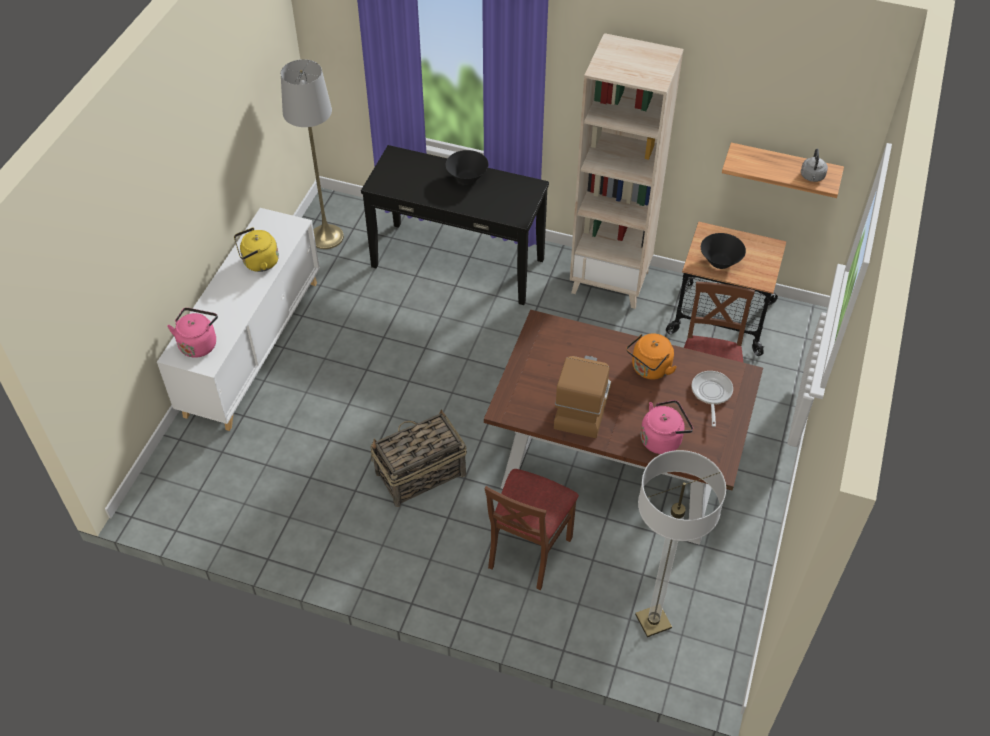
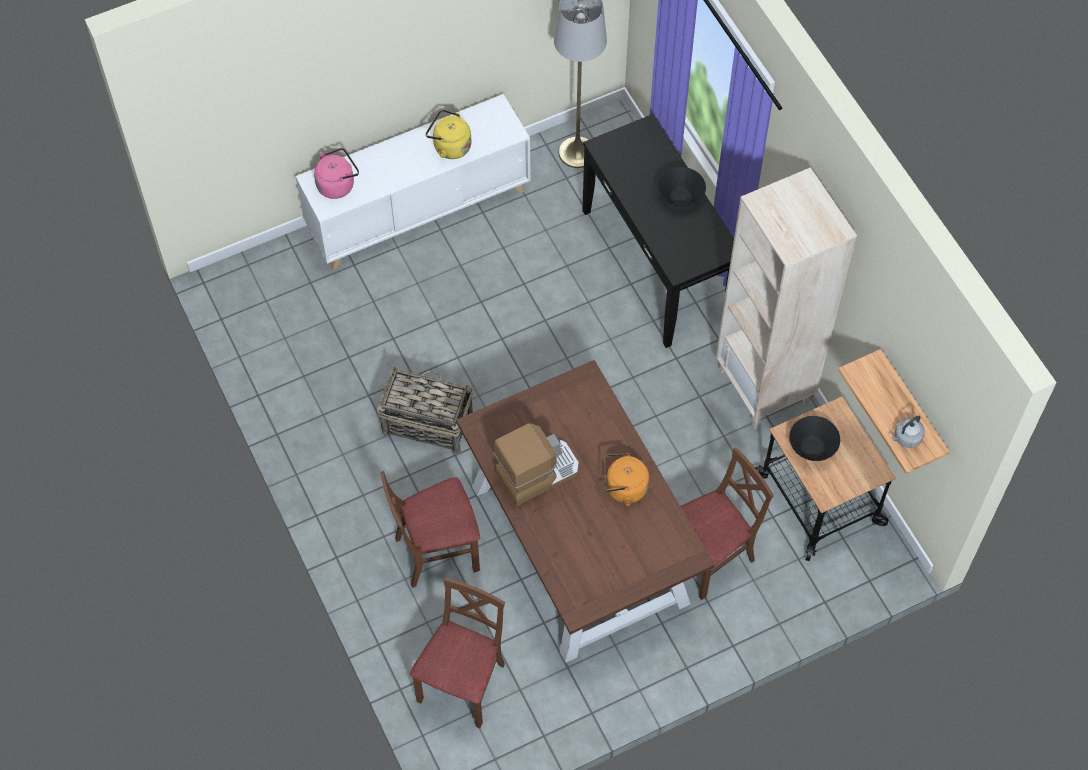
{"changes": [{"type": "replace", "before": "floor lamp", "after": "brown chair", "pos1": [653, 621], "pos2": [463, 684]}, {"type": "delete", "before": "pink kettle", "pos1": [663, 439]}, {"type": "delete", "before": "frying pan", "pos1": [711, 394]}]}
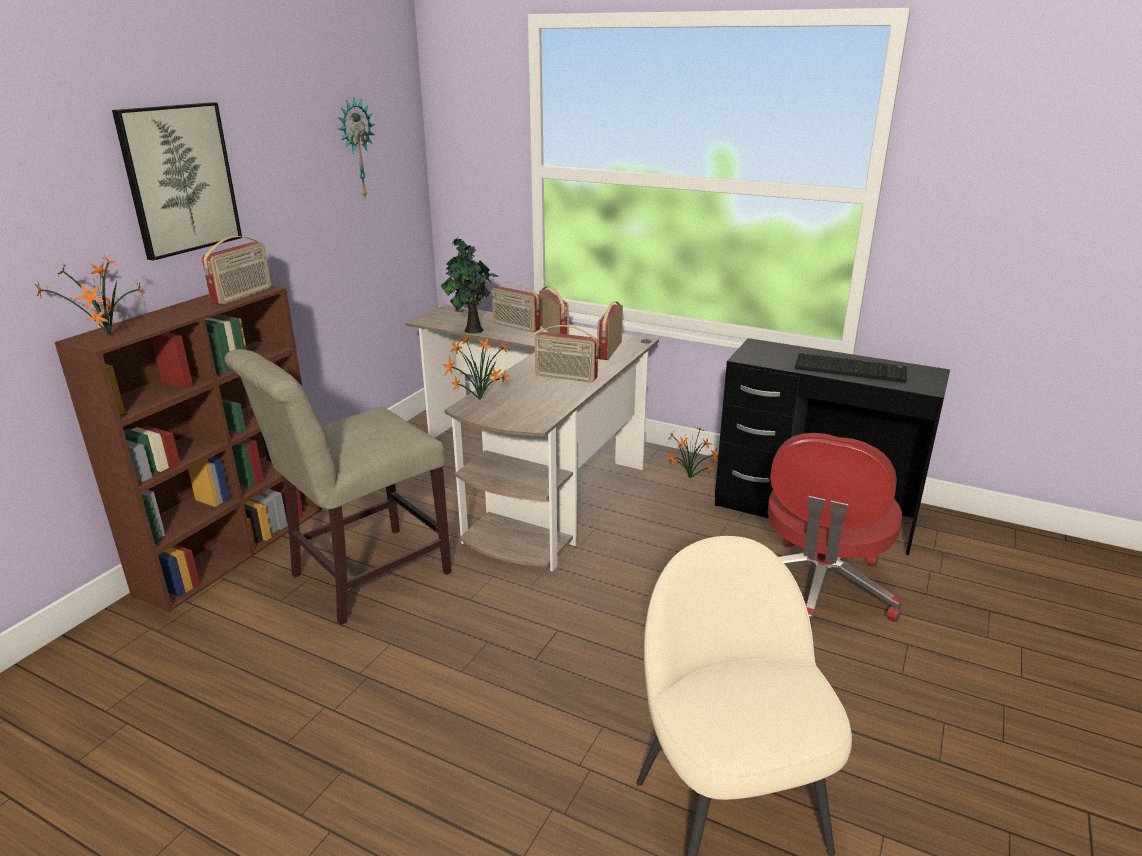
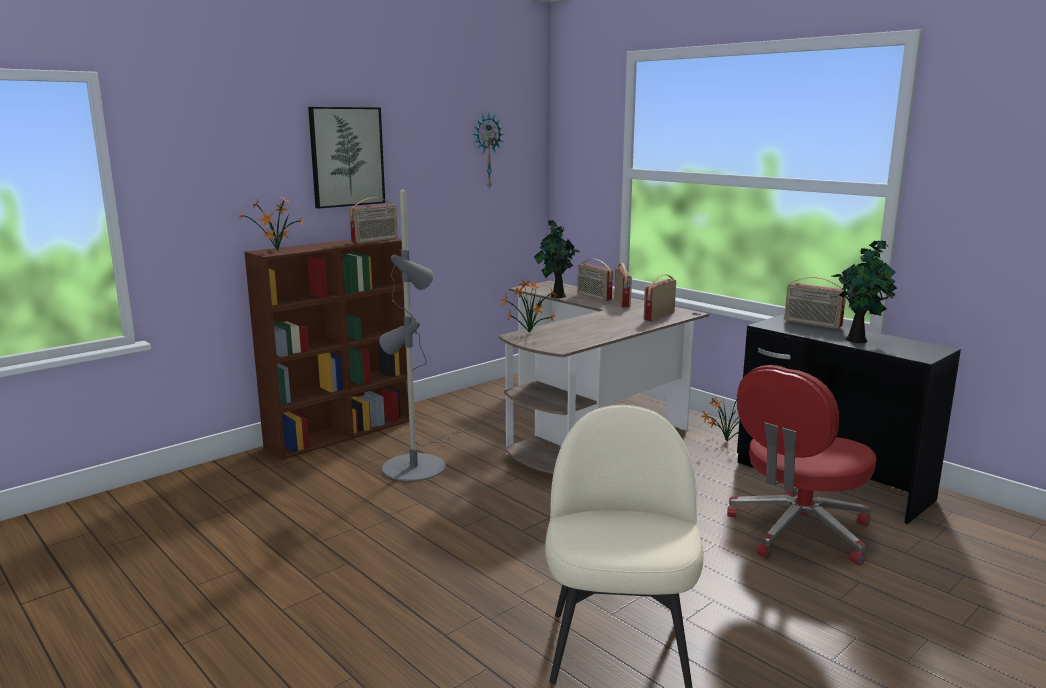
{"changes": [{"type": "replace", "before": "beige chair", "after": "grey floor lamp", "pos1": [362, 576], "pos2": [421, 462]}, {"type": "move", "before": "radio", "pos1": [565, 377], "pos2": [812, 324]}, {"type": "replace", "before": "keyboard", "after": "potted plant", "pos1": [851, 369], "pos2": [858, 340]}]}
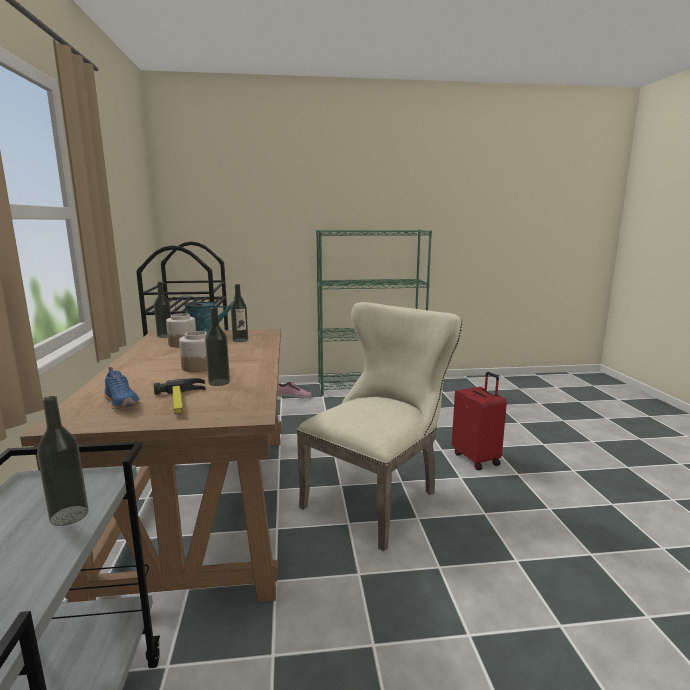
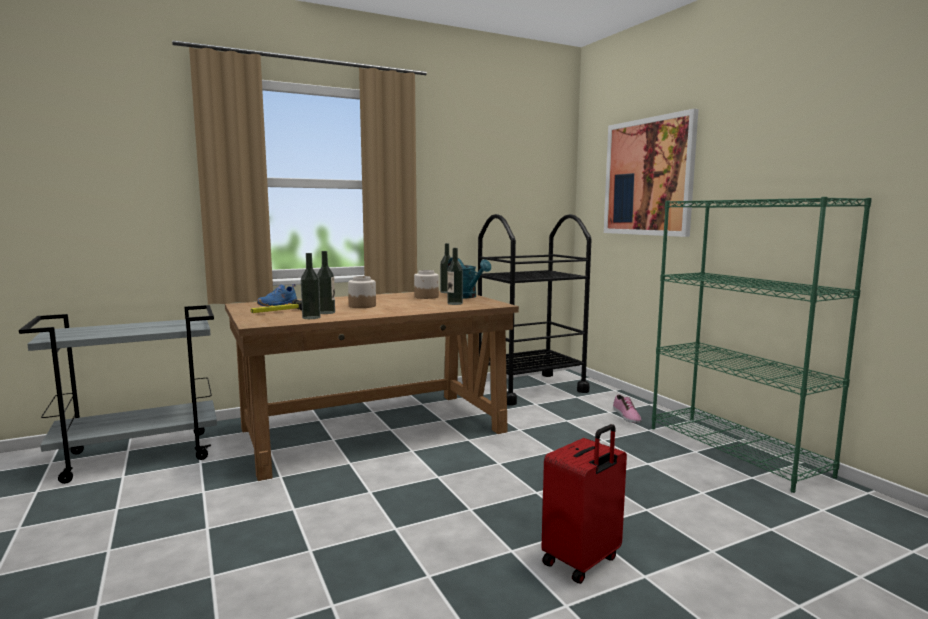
{"changes": [{"type": "move", "before": "bottle", "pos1": [69, 515], "pos2": [311, 317]}, {"type": "delete", "before": "beige chair", "pos1": [378, 497]}, {"type": "insert", "after": "picture", "pos2": [648, 177]}]}
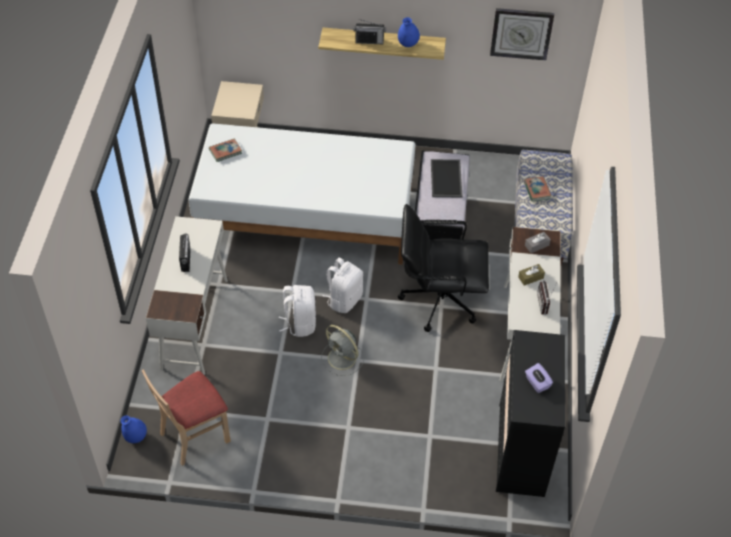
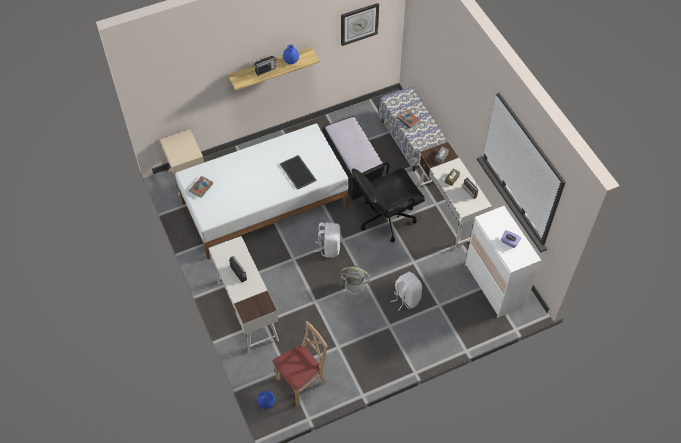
{"changes": [{"type": "rotate", "before": "beige chair", "pos1": [194, 435], "pos2": [302, 382], "turn": -150}, {"type": "move", "before": "white backpack", "pos1": [300, 323], "pos2": [406, 298]}, {"type": "move", "before": "tray", "pos1": [447, 179], "pos2": [298, 172]}, {"type": "recolor", "before": "black dresser", "after": "white dresser", "pos1": [521, 450], "pos2": [494, 285]}]}
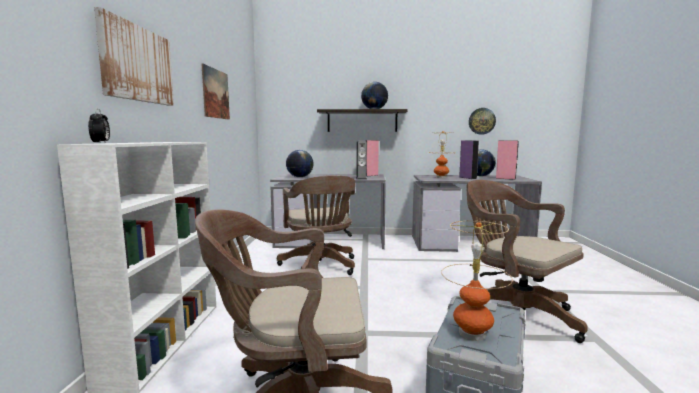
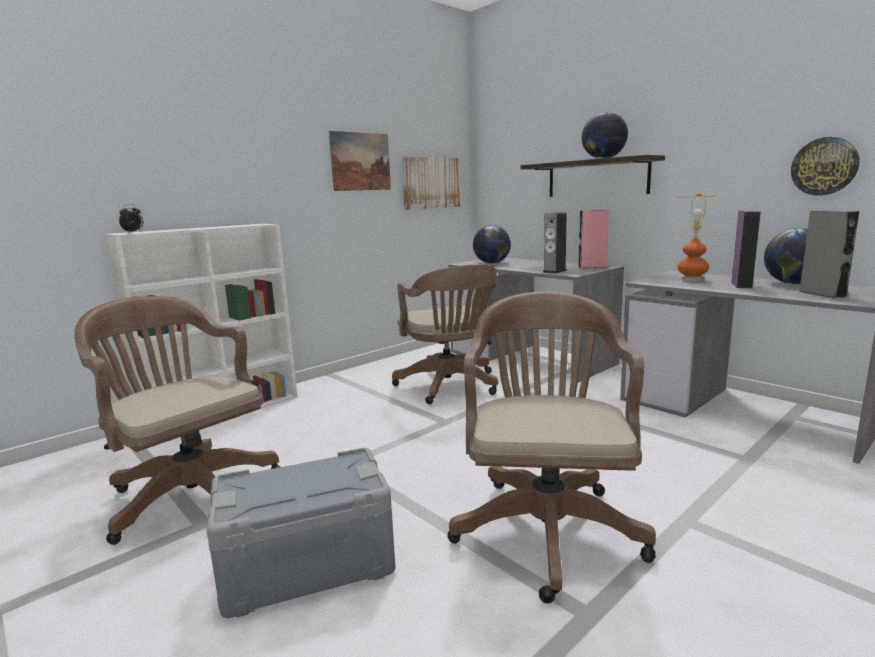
{"changes": [{"type": "move", "before": "picture", "pos1": [137, 64], "pos2": [431, 183]}, {"type": "rotate", "before": "brown office chair", "pos1": [320, 267], "pos2": [450, 386], "turn": -45}, {"type": "delete", "before": "table lamp", "pos1": [471, 333]}, {"type": "recolor", "before": "pink speaker", "after": "grey speaker", "pos1": [505, 178], "pos2": [822, 294]}]}
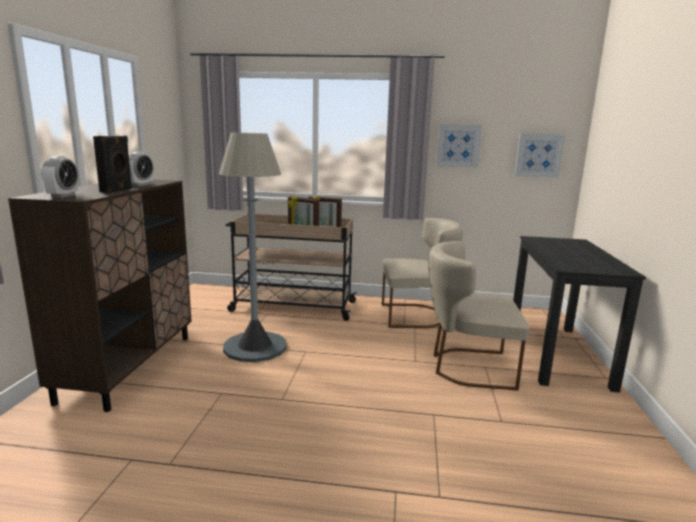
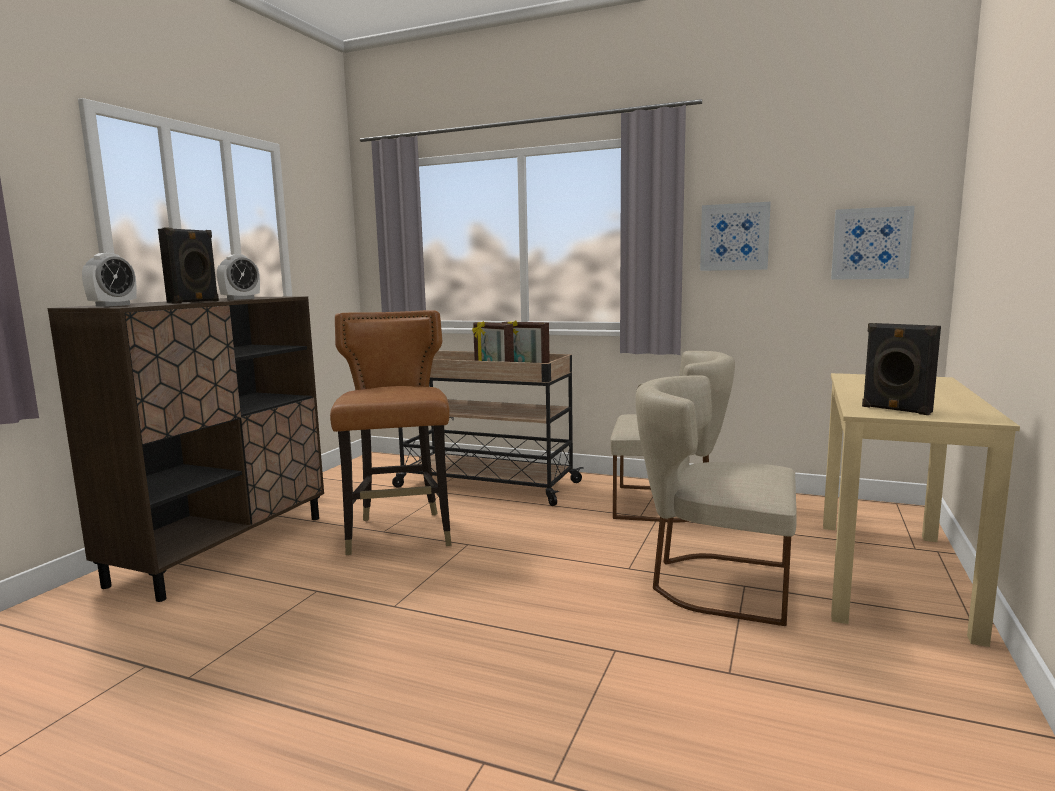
{"changes": [{"type": "replace", "before": "grey floor lamp", "after": "brown chair", "pos1": [255, 347], "pos2": [400, 534]}, {"type": "recolor", "before": "black desk", "after": "beige desk", "pos1": [557, 354], "pos2": [890, 574]}, {"type": "insert", "after": "black speaker", "pos2": [895, 410]}]}
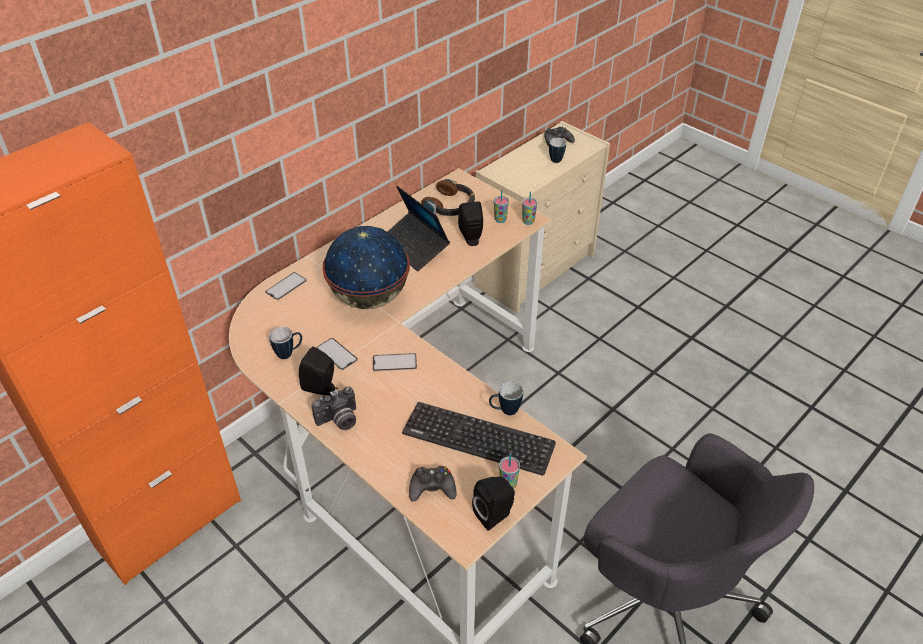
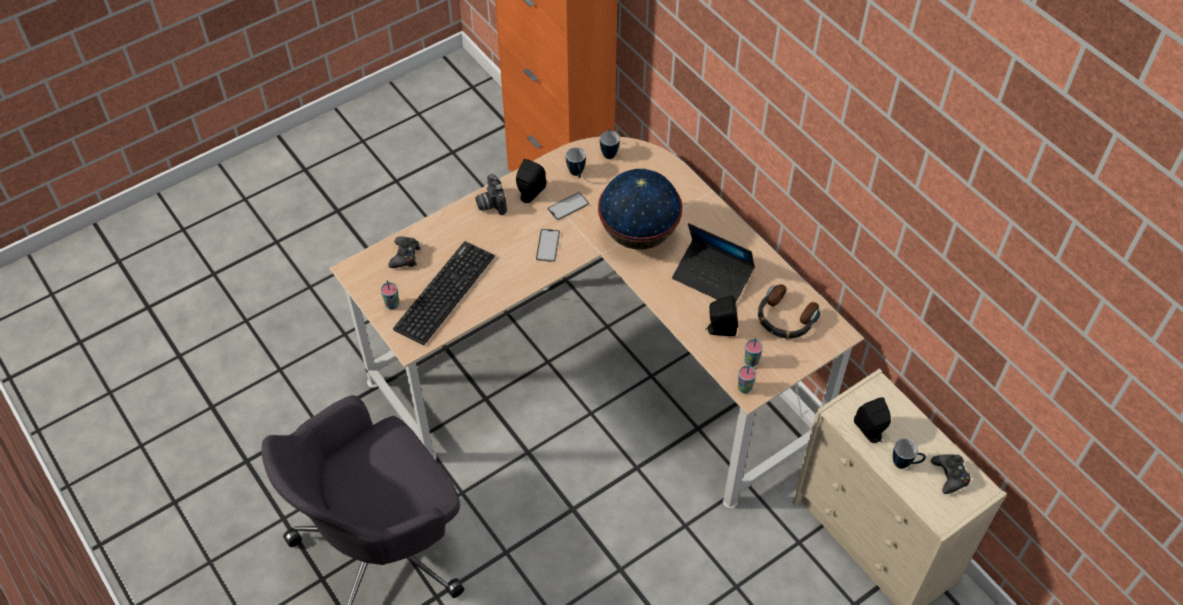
{"changes": [{"type": "delete", "before": "phone", "pos1": [286, 286]}, {"type": "rotate", "before": "laptop", "pos1": [414, 247], "pos2": [712, 277], "turn": -120}, {"type": "move", "before": "black speaker", "pos1": [495, 515], "pos2": [870, 432]}, {"type": "move", "before": "mug", "pos1": [505, 411], "pos2": [609, 152]}]}
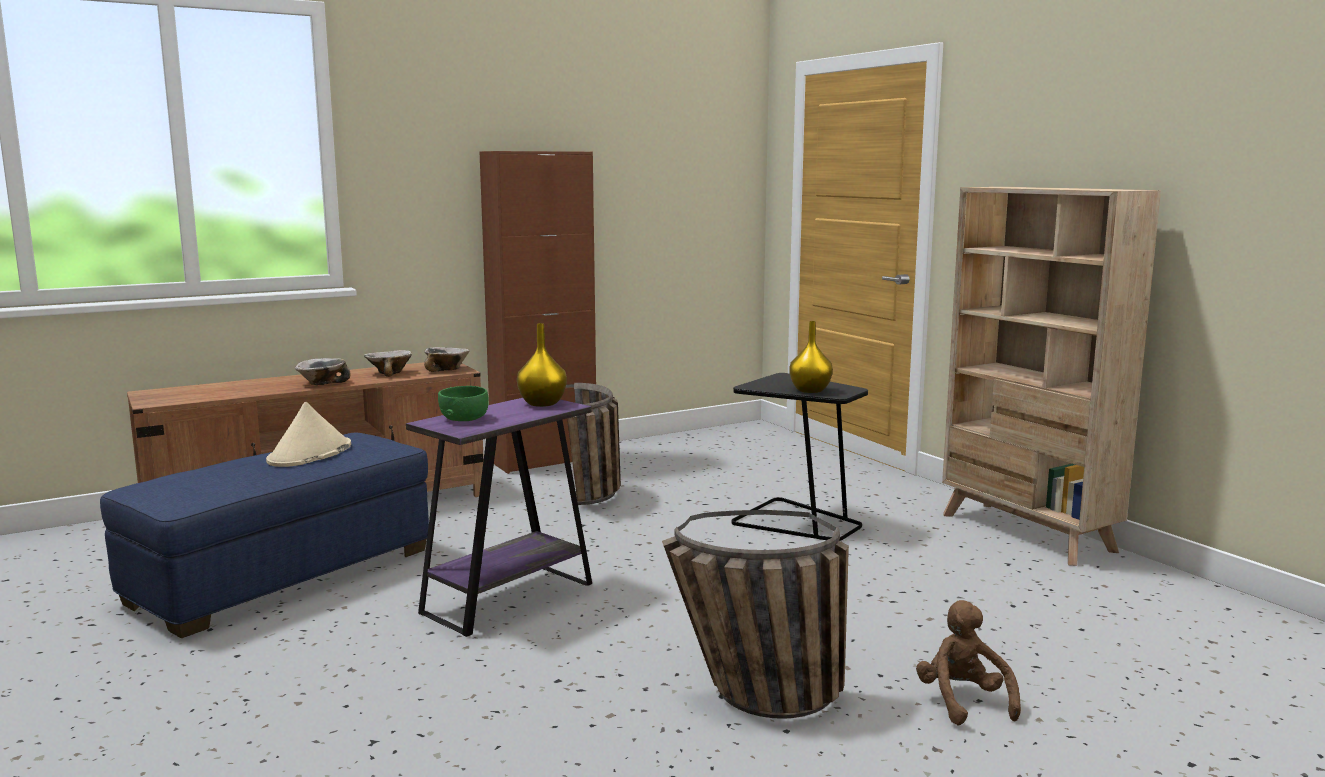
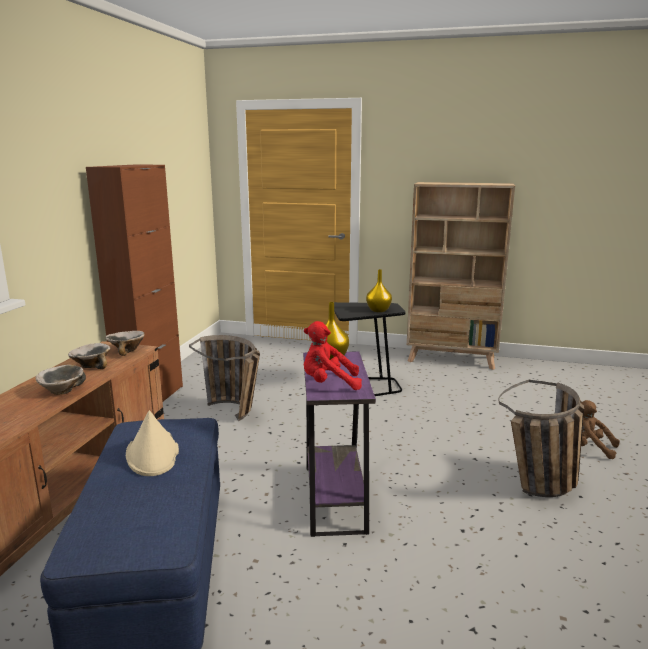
{"changes": [{"type": "replace", "before": "green bowl", "after": "red plush toy", "pos1": [464, 418], "pos2": [329, 384]}]}
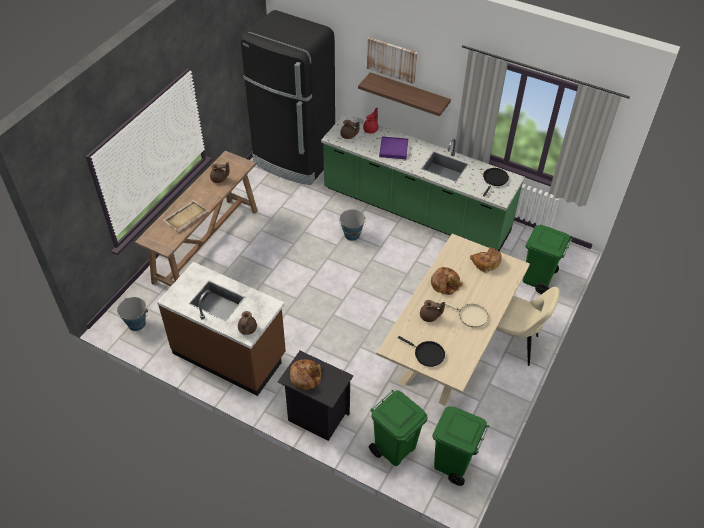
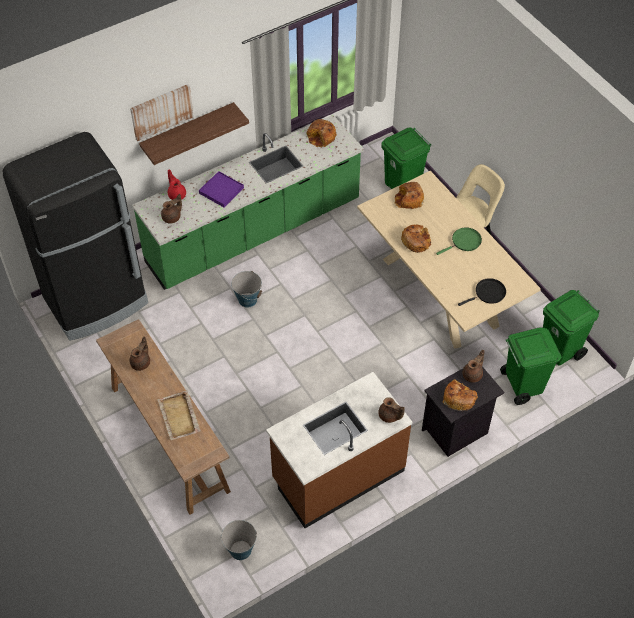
{"changes": [{"type": "move", "before": "brown teapot", "pos1": [429, 316], "pos2": [473, 374]}, {"type": "recolor", "before": "beige frying pan", "after": "green frying pan", "pos1": [470, 316], "pos2": [464, 242]}, {"type": "replace", "before": "black frying pan", "after": "bread", "pos1": [494, 179], "pos2": [321, 137]}]}
